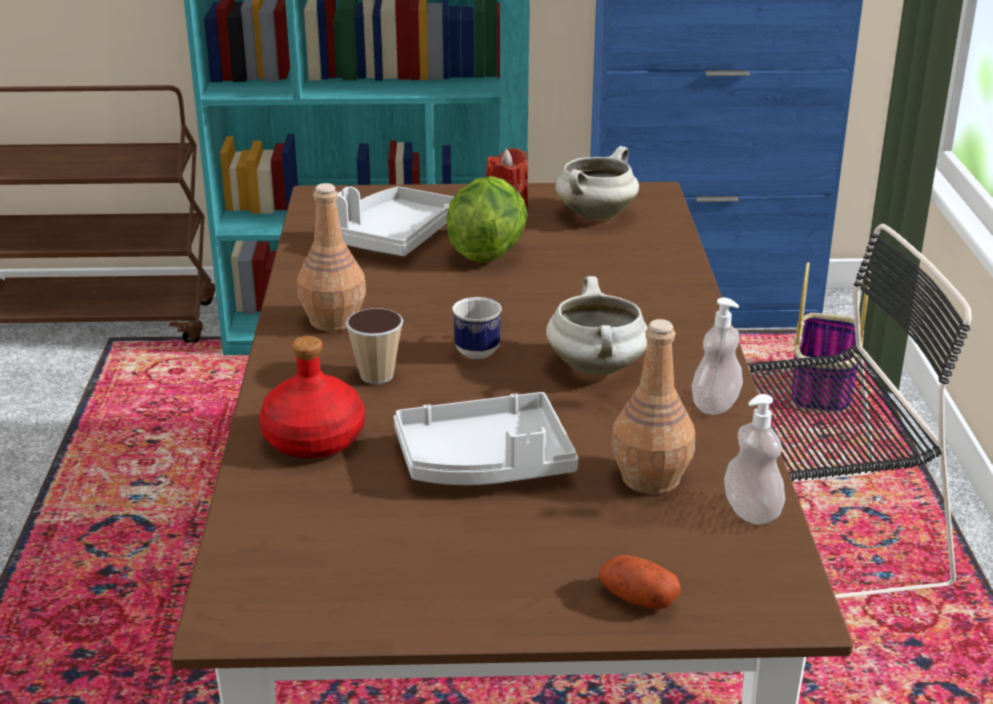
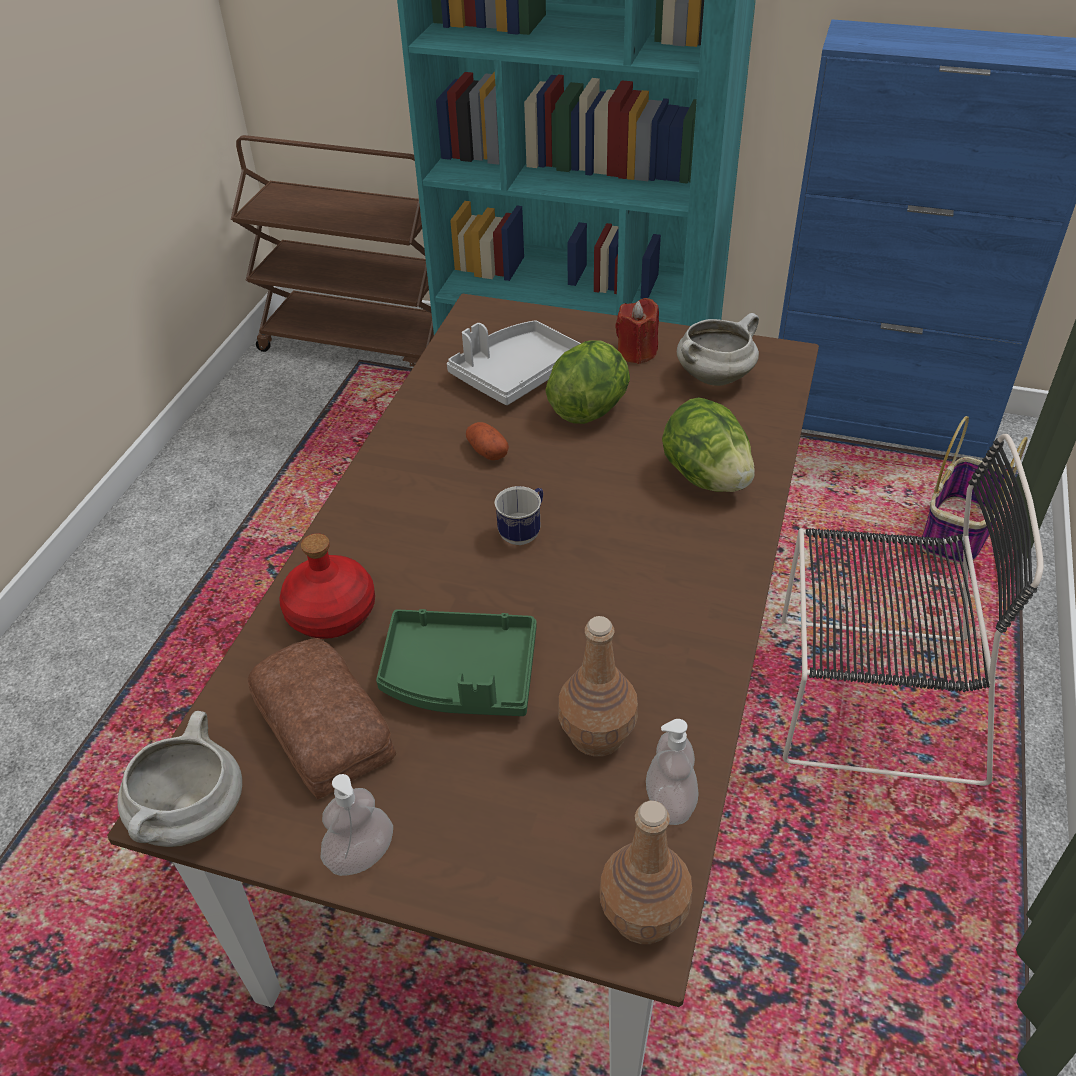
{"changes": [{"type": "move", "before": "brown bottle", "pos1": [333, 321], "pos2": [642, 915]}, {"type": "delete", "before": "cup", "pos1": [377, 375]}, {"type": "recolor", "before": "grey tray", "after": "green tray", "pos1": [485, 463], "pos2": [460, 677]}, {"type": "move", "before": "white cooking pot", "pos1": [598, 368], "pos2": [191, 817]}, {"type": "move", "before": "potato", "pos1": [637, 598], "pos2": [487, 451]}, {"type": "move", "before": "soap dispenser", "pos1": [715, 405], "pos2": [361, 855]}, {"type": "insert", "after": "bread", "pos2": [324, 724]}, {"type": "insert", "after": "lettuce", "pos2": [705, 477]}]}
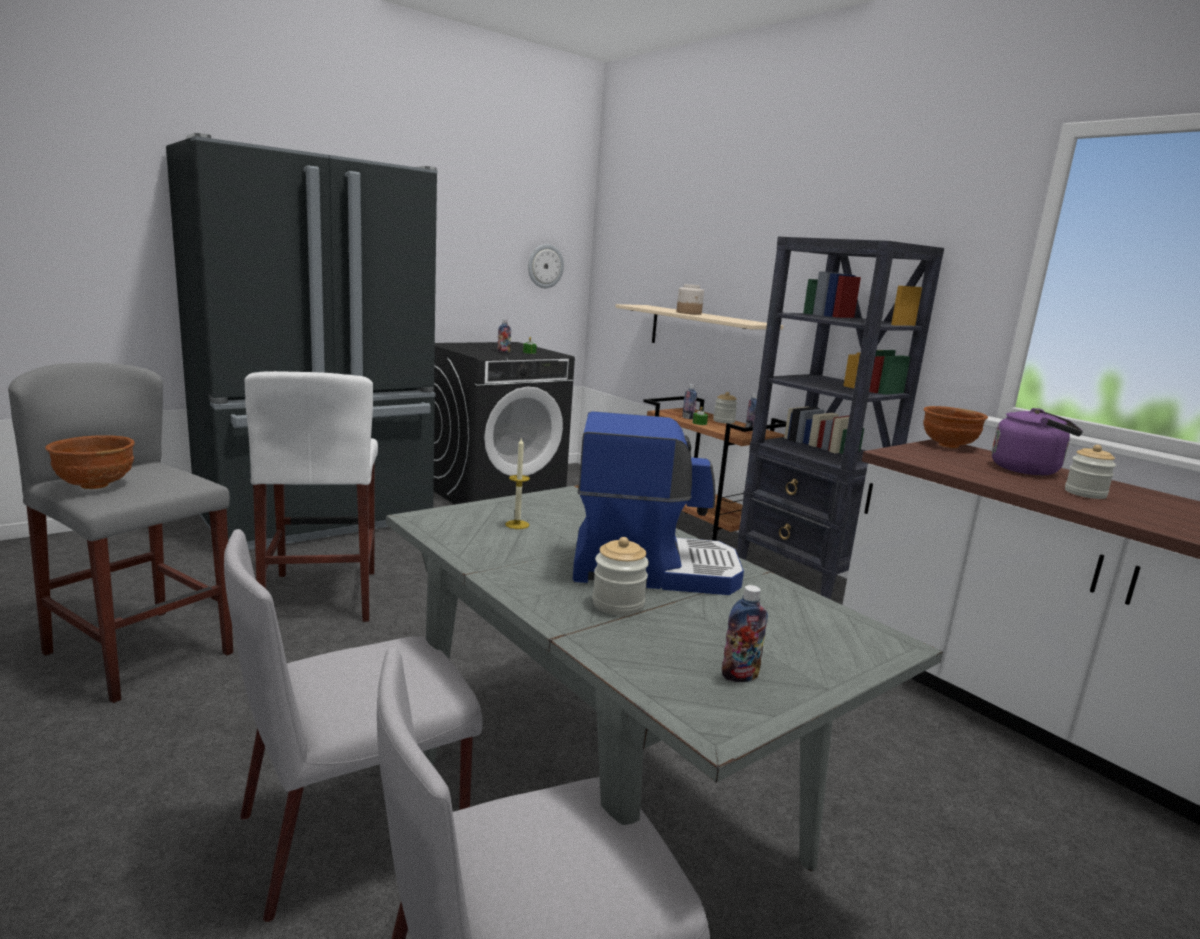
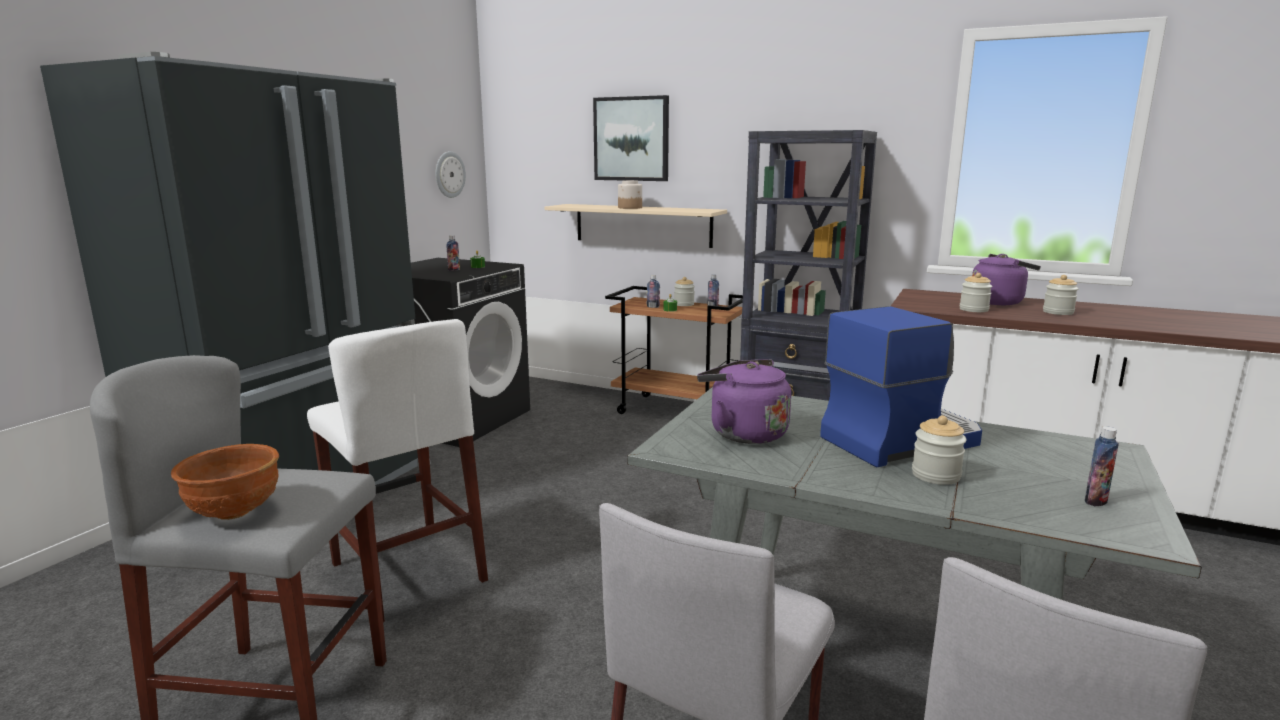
{"changes": [{"type": "replace", "before": "candle", "after": "purple kettle", "pos1": [517, 524], "pos2": [743, 433]}, {"type": "delete", "before": "brown bowl", "pos1": [947, 446]}, {"type": "insert", "after": "picture", "pos2": [631, 139]}, {"type": "insert", "after": "jar", "pos2": [973, 310]}]}
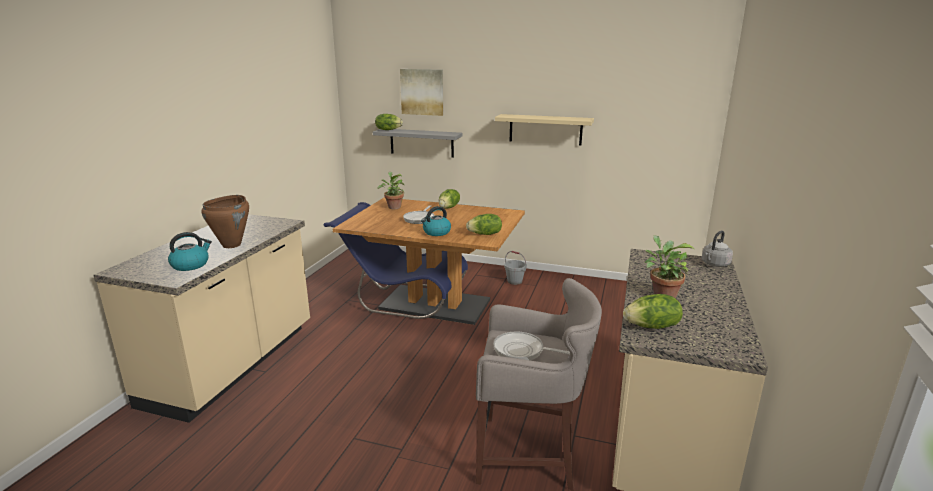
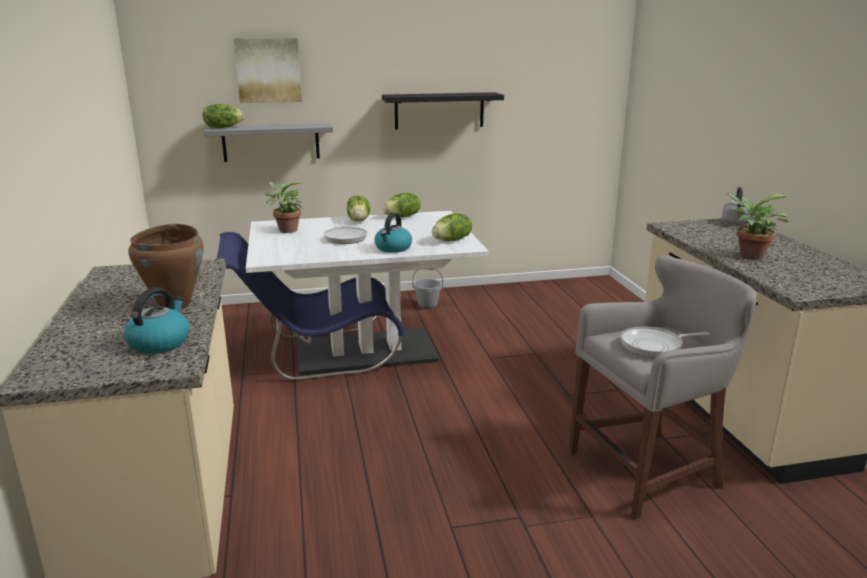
{"changes": [{"type": "recolor", "before": "brown dining table", "after": "white dining table", "pos1": [435, 304], "pos2": [366, 352]}, {"type": "recolor", "before": "beige shelf", "after": "black shelf", "pos1": [545, 129], "pos2": [439, 110]}, {"type": "move", "before": "lettuce", "pos1": [652, 326], "pos2": [402, 217]}]}
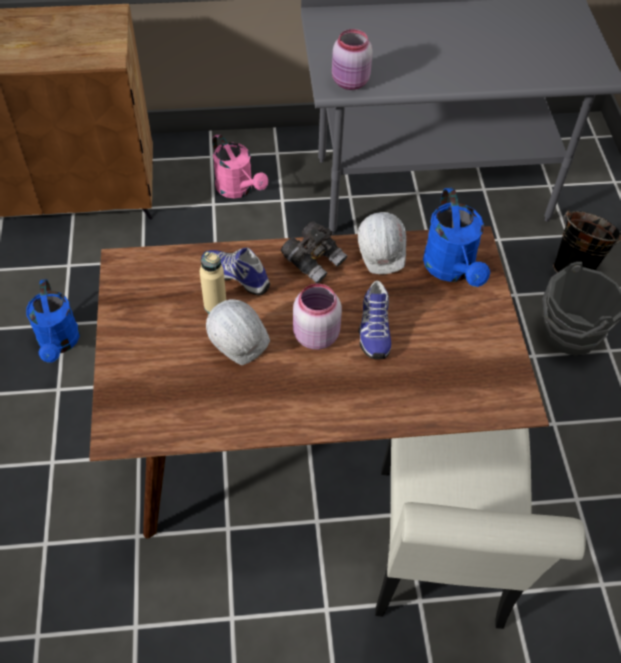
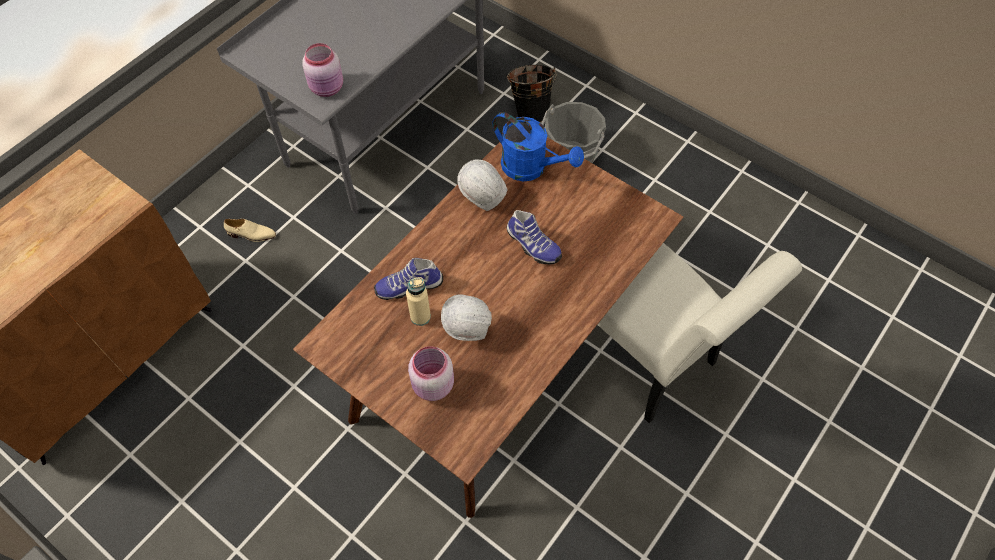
{"changes": [{"type": "delete", "before": "blue watering can", "pos1": [59, 343]}, {"type": "replace", "before": "pink watering can", "after": "beige shoe", "pos1": [238, 189], "pos2": [251, 234]}, {"type": "delete", "before": "grey binoculars", "pos1": [314, 261]}, {"type": "move", "before": "pink jar", "pos1": [314, 335], "pos2": [432, 385]}]}
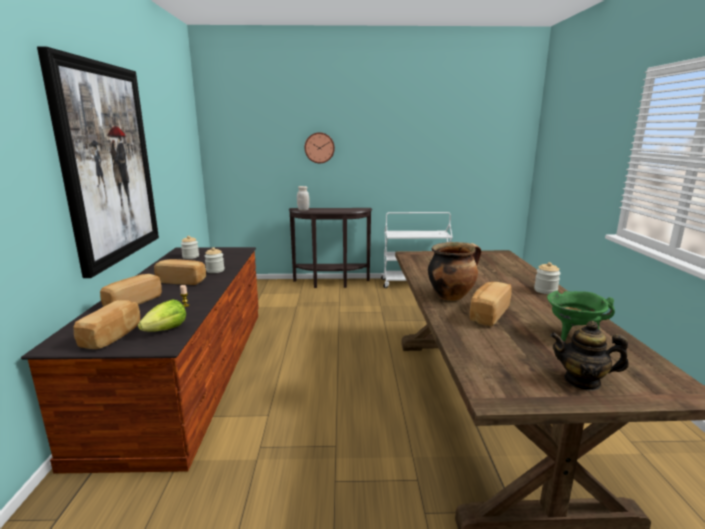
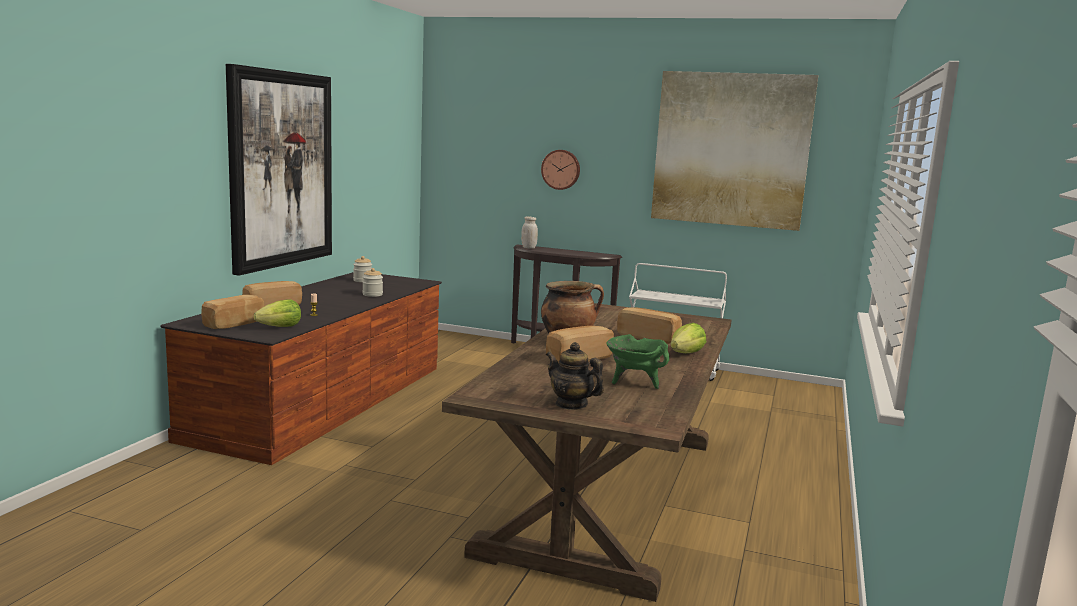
{"changes": [{"type": "move", "before": "bread", "pos1": [182, 281], "pos2": [648, 337]}, {"type": "replace", "before": "jar", "after": "lettuce", "pos1": [545, 290], "pos2": [686, 354]}, {"type": "insert", "after": "picture", "pos2": [731, 150]}]}
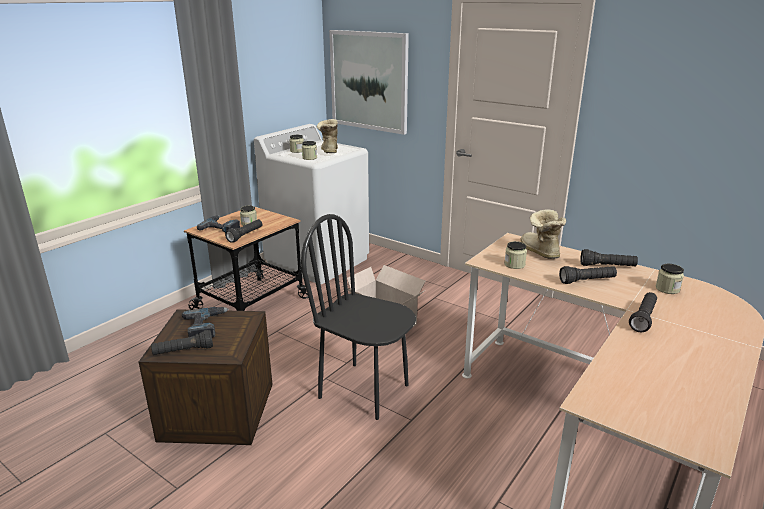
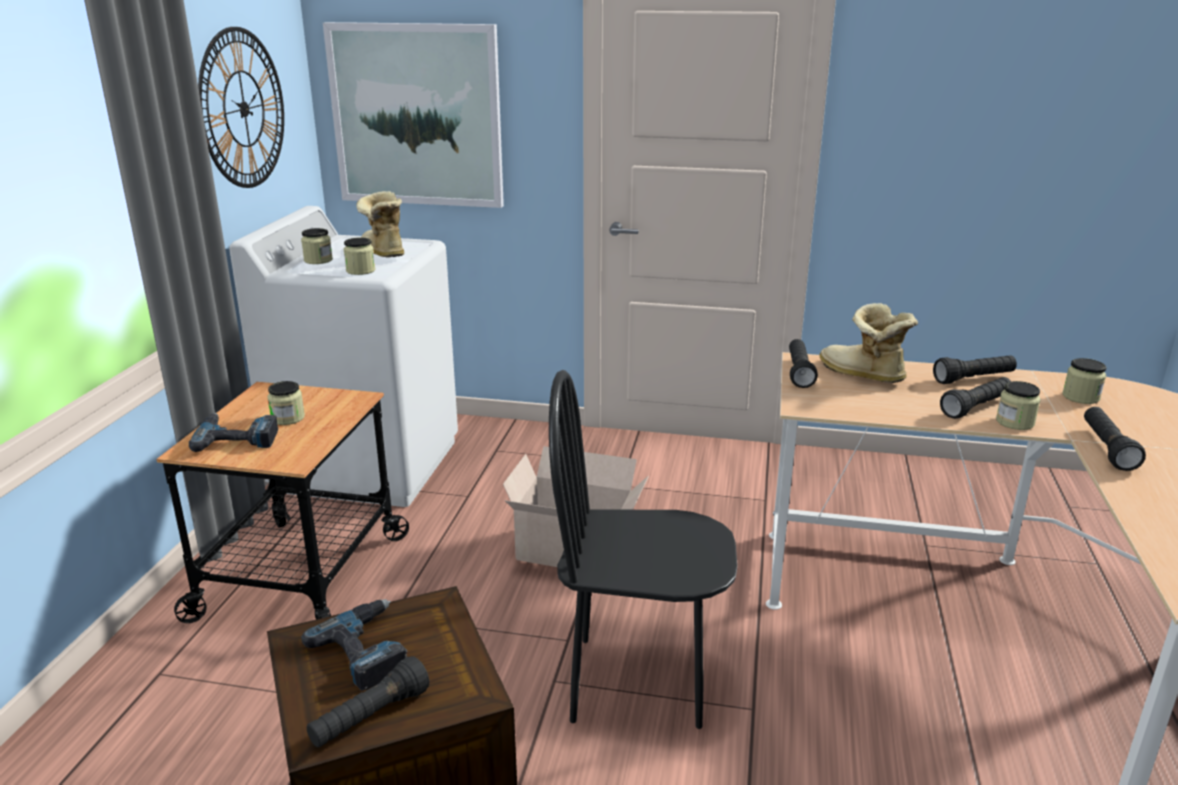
{"changes": [{"type": "move", "before": "black flashlight", "pos1": [245, 235], "pos2": [799, 372]}, {"type": "move", "before": "jar", "pos1": [514, 264], "pos2": [1015, 422]}, {"type": "insert", "after": "wall clock", "pos2": [243, 109]}]}
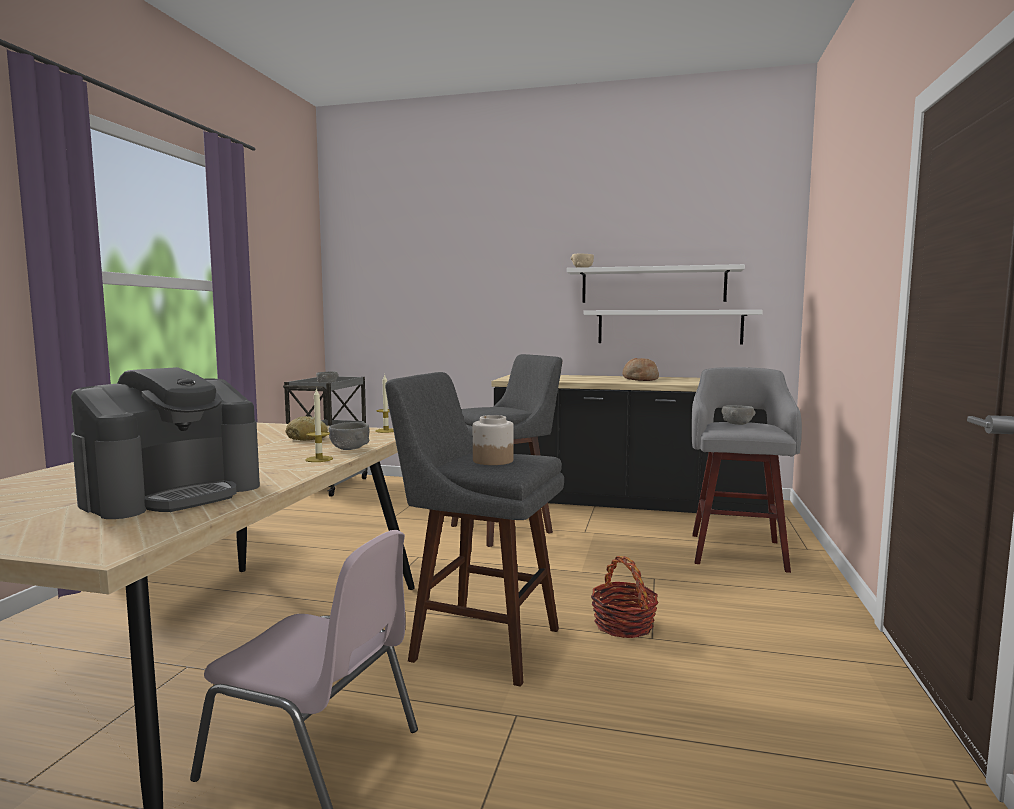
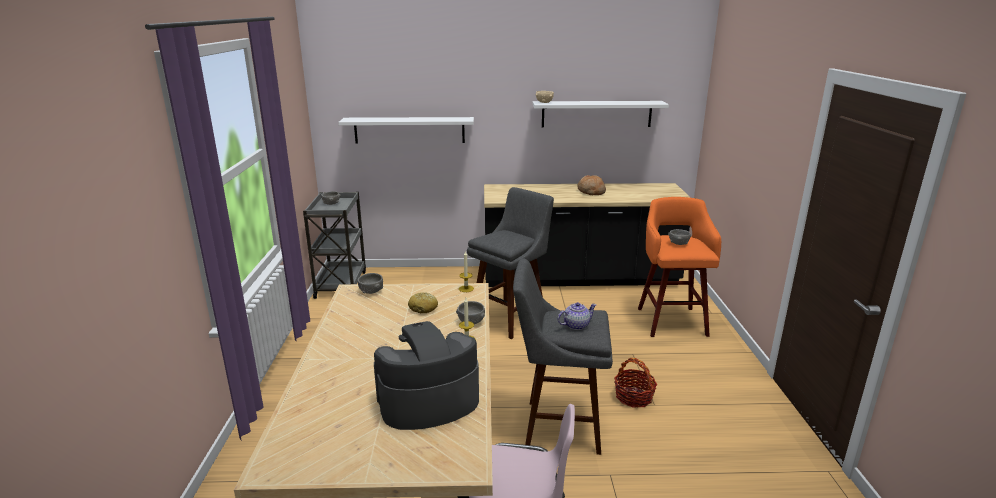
{"changes": [{"type": "rotate", "before": "coffee machine", "pos1": [173, 494], "pos2": [428, 401], "turn": -135}, {"type": "replace", "before": "jar", "after": "teapot", "pos1": [492, 460], "pos2": [576, 325]}, {"type": "move", "before": "white shelf", "pos1": [669, 327], "pos2": [409, 130]}, {"type": "recolor", "before": "grey stool", "after": "orange stool", "pos1": [737, 551], "pos2": [671, 320]}, {"type": "insert", "after": "grey bowl", "pos2": [371, 291]}]}
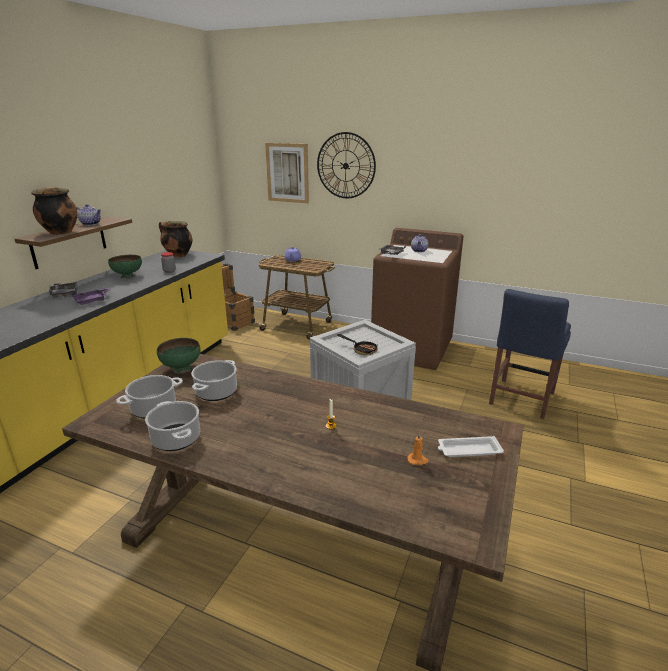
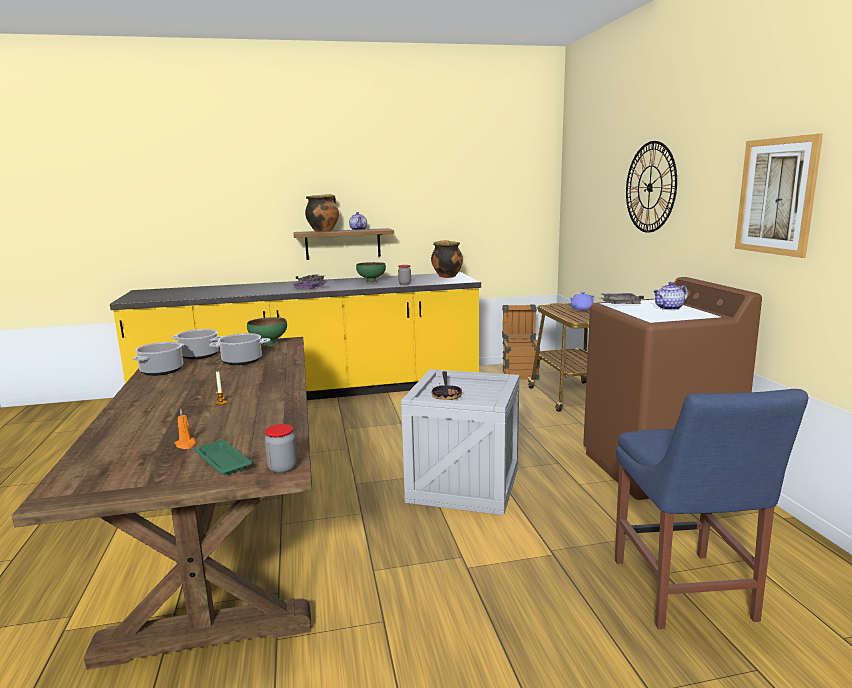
{"changes": [{"type": "move", "before": "picture", "pos1": [287, 173], "pos2": [776, 196]}, {"type": "recolor", "before": "white tray", "after": "green tray", "pos1": [468, 450], "pos2": [222, 461]}, {"type": "rotate", "before": "blue chair", "pos1": [520, 400], "pos2": [684, 593], "turn": -90}, {"type": "insert", "after": "jar", "pos2": [282, 468]}]}
